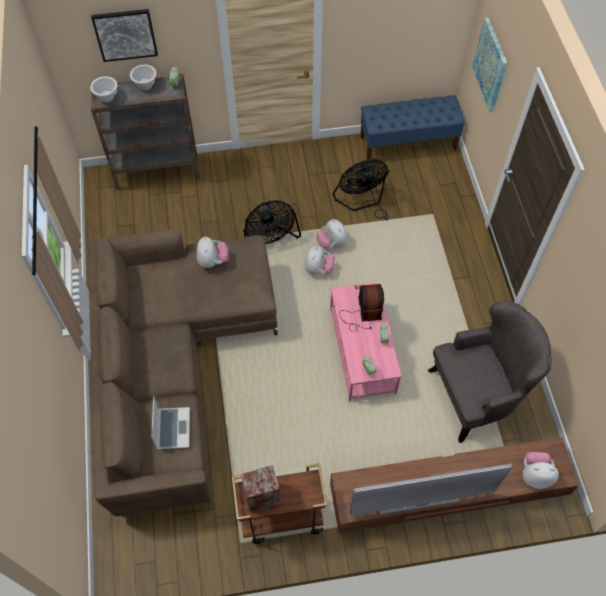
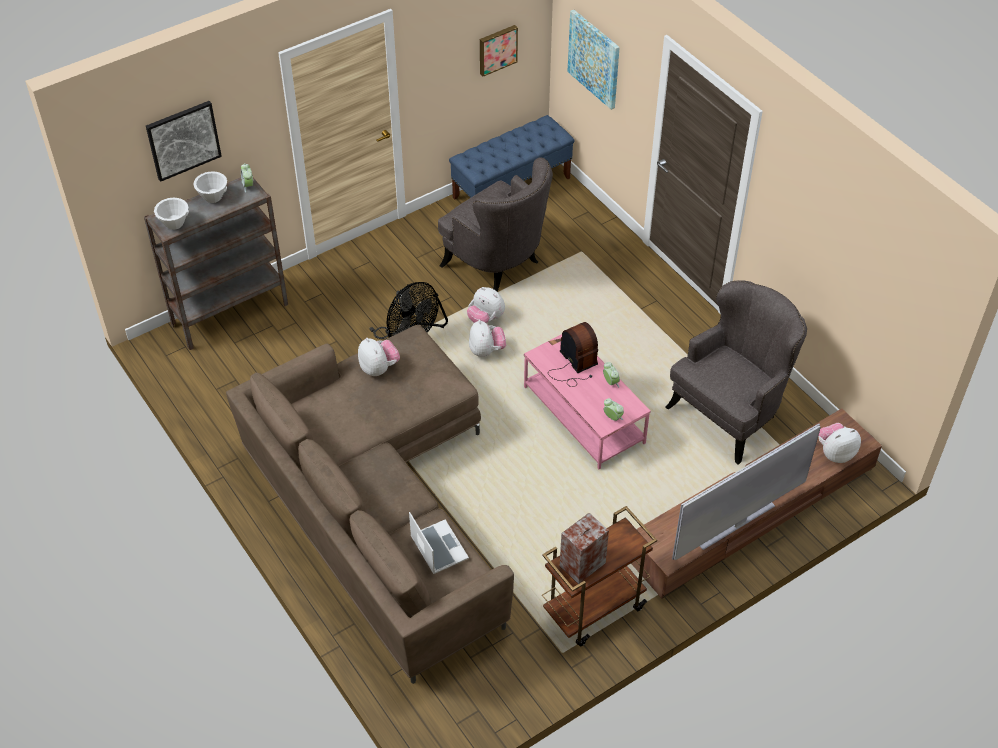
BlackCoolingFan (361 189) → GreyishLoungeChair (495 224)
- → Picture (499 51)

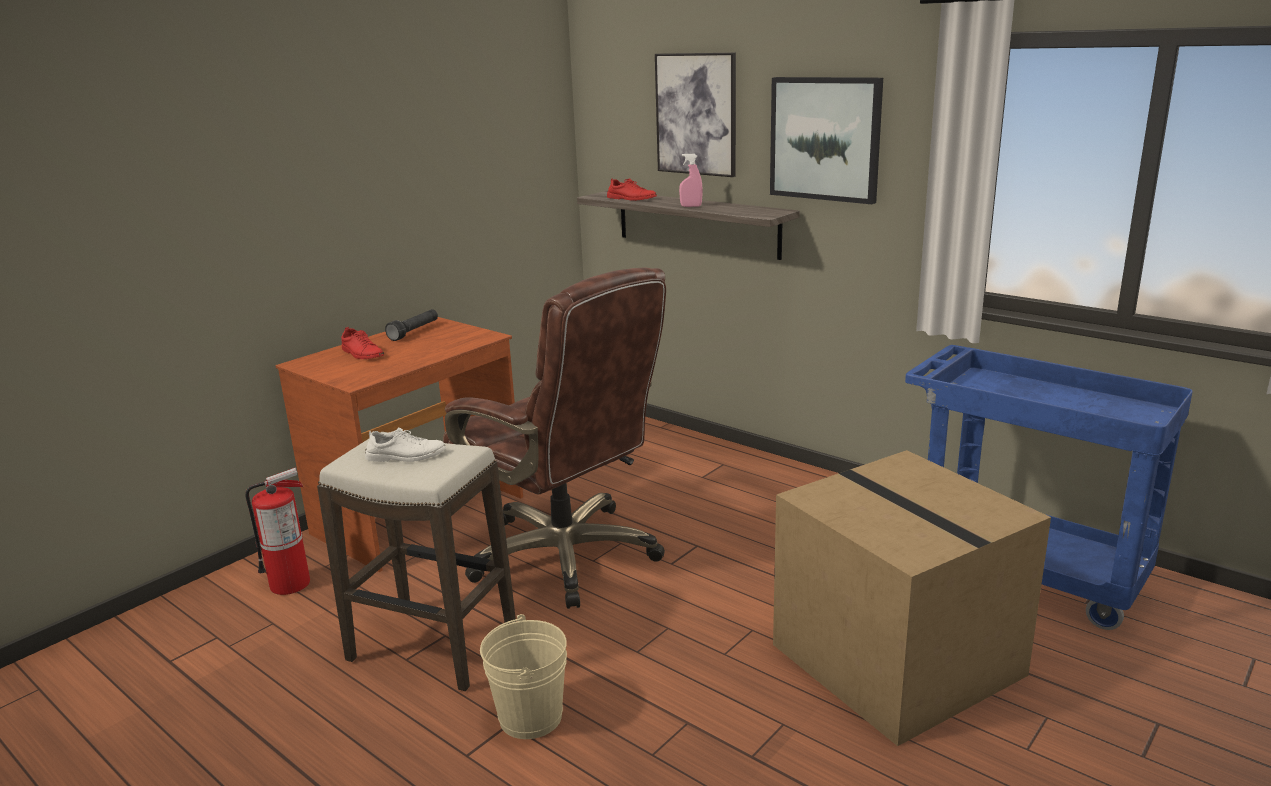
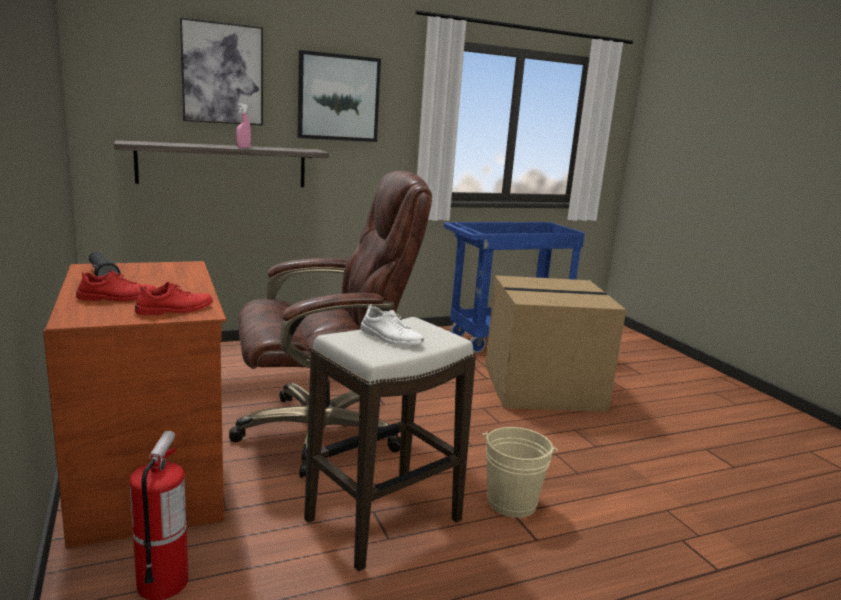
WhitishShoe (405 444) → WhitishShoe (392 325), 105 degrees clockwise
RedShoe (632 189) → RedShoe (174 298), shifted

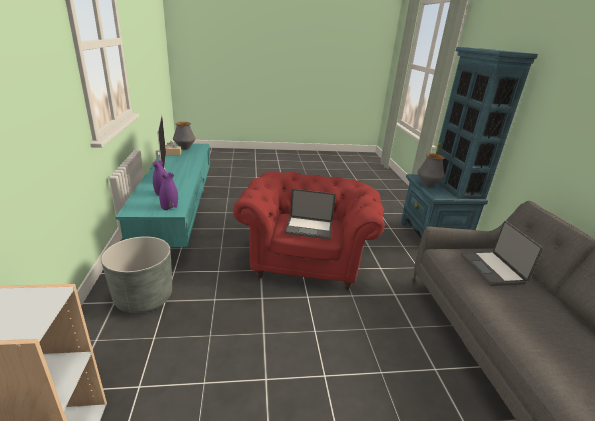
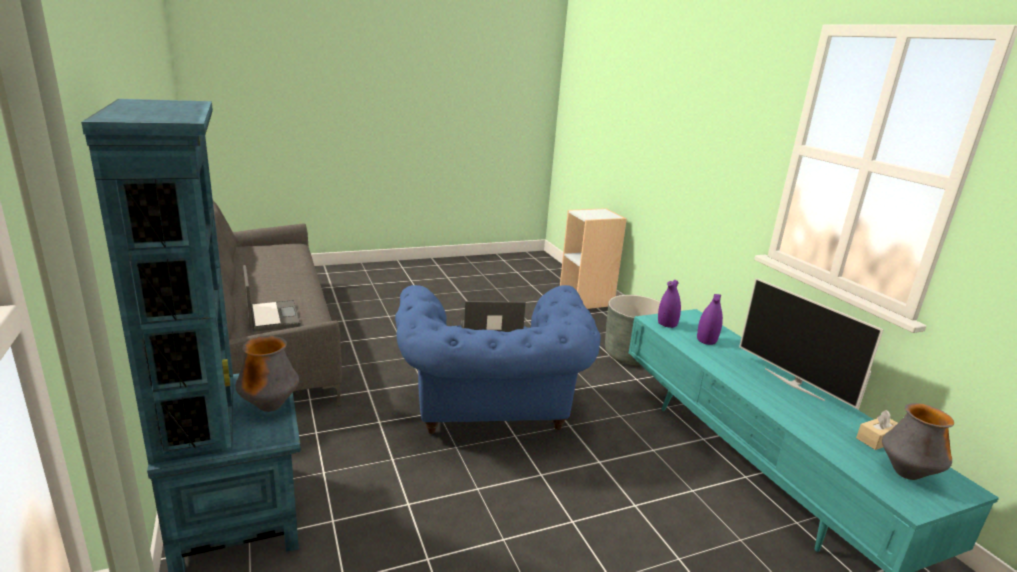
RedLoungeChair (309 230) → BlueLoungeChair (498 359)

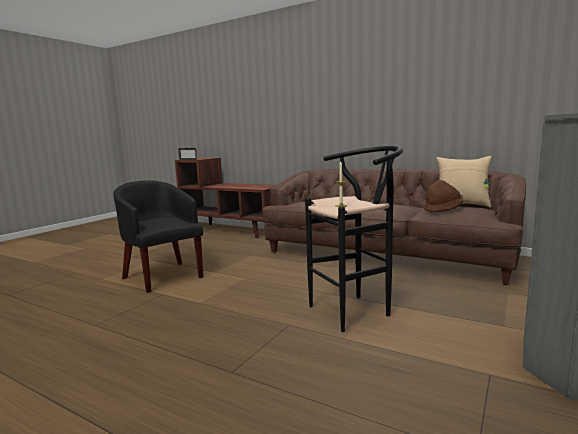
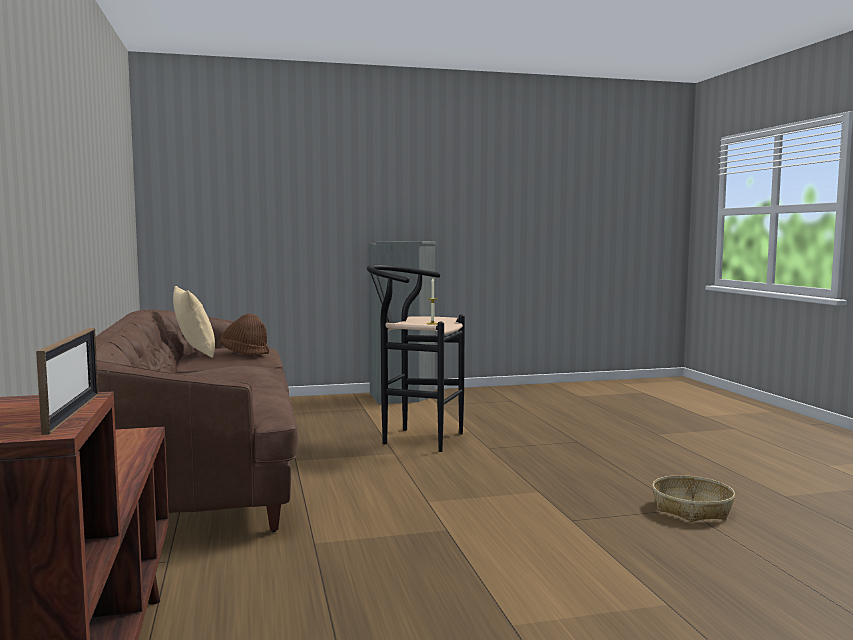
BlackLoungeChair (158 236) → -
- → Basket (693 498)

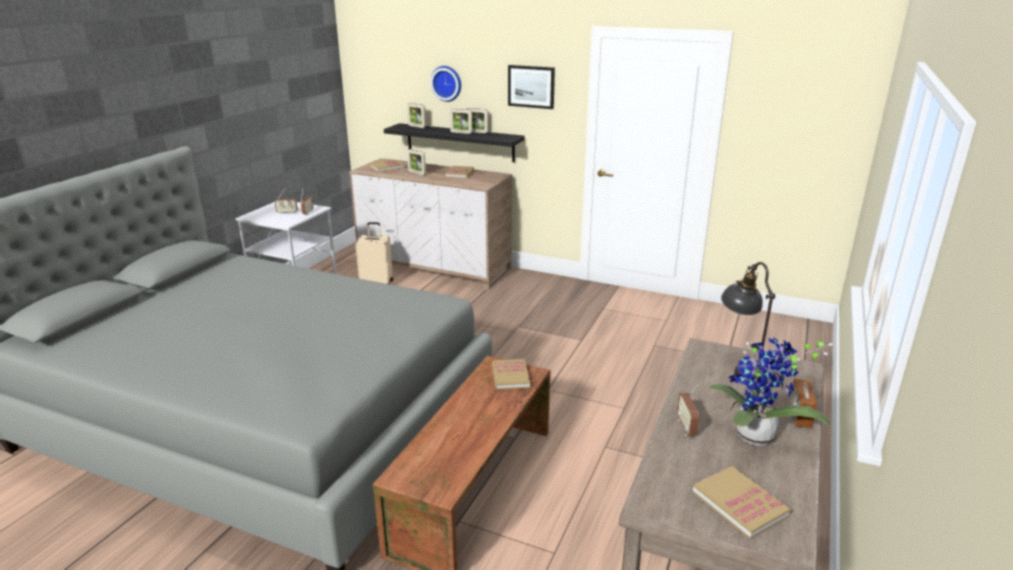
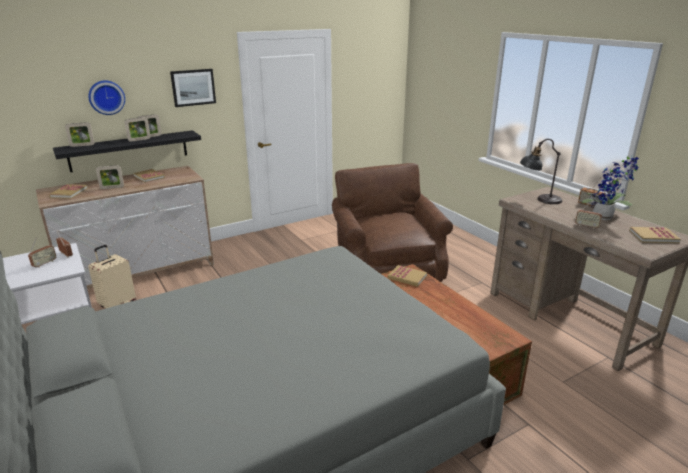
- → BrownColouredLoungeChair (392 222)

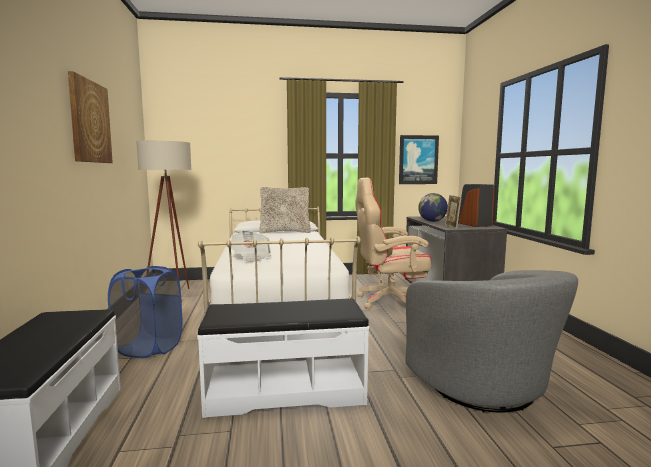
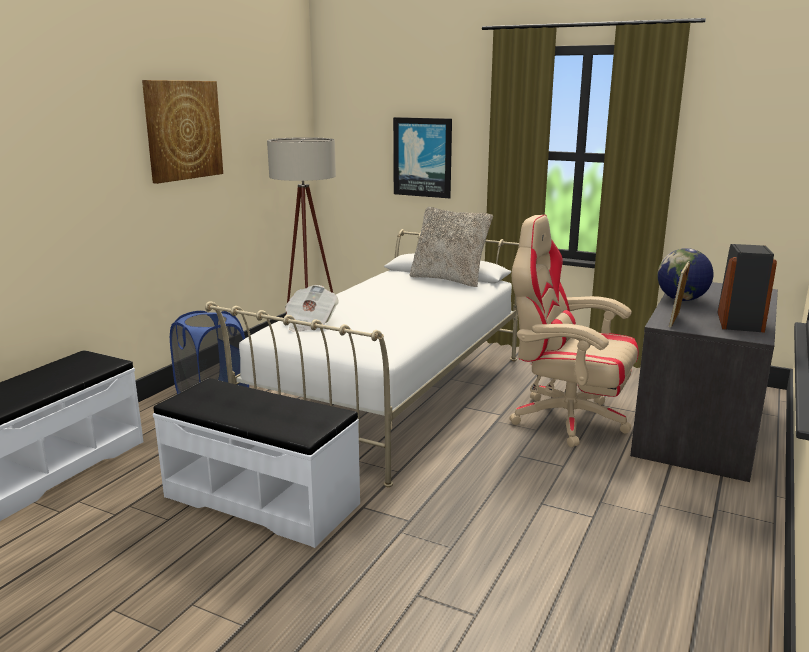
Picture (419 159) → Picture (422 157), shifted
GreyishLoungeChair (492 341) → -

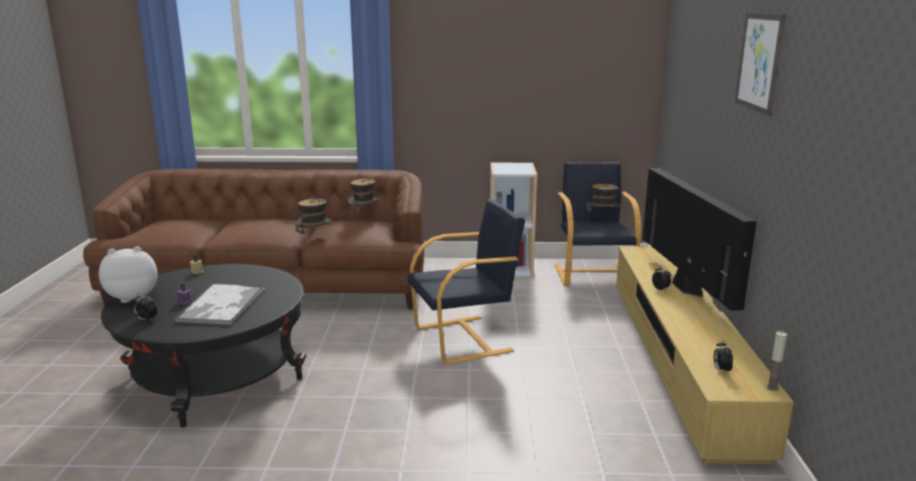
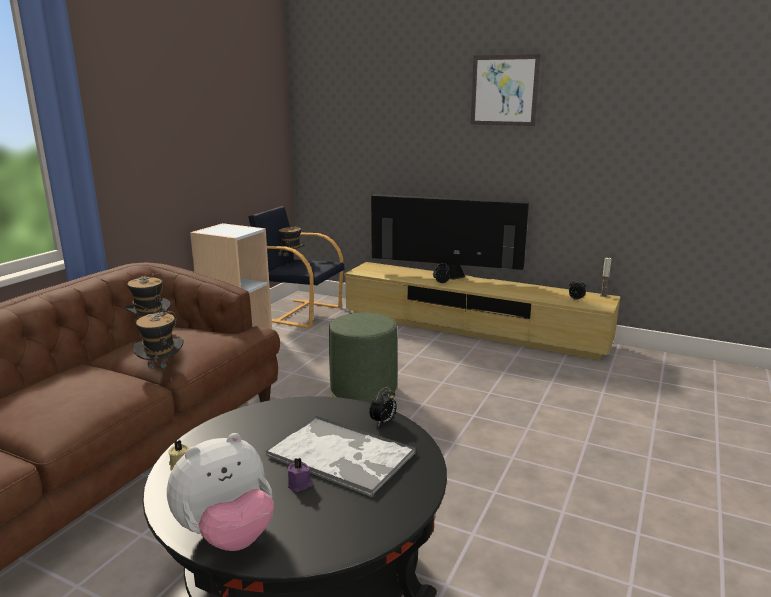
CuddlyToy (128 274) → CuddlyToy (220 492), 135 degrees counterclockwise
TableClock (145 307) → TableClock (383 406), shifted
BlackLoungeChair (467 282) → GreenColouredPouffe (363 358)

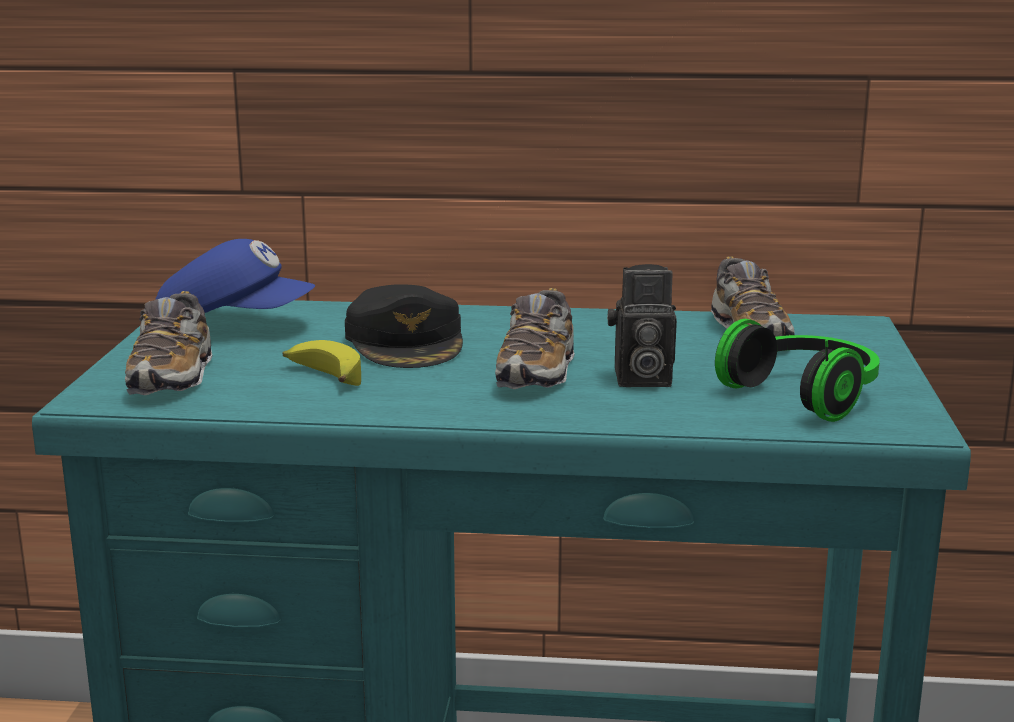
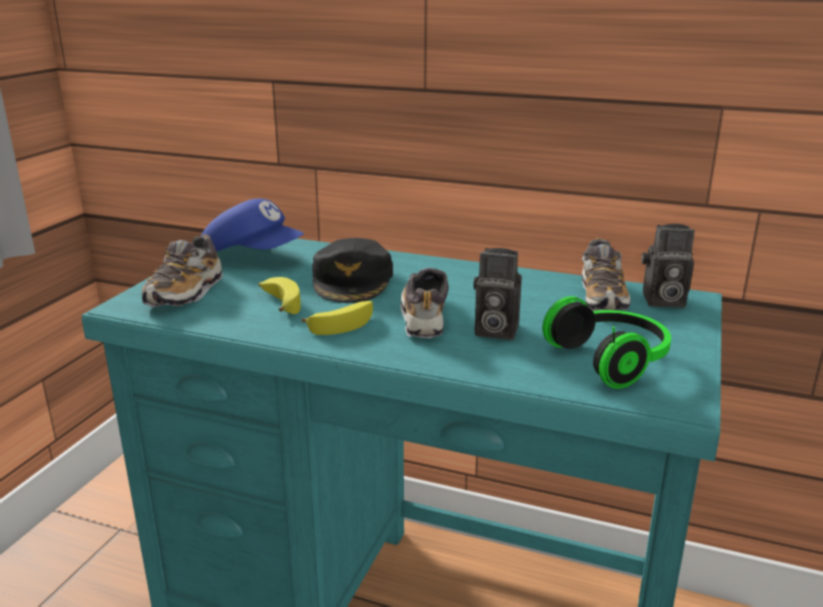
Shoe (535 338) → Shoe (424 303), 150 degrees clockwise
- → Banana (337 318)
- → PhotoCamera (668 266)

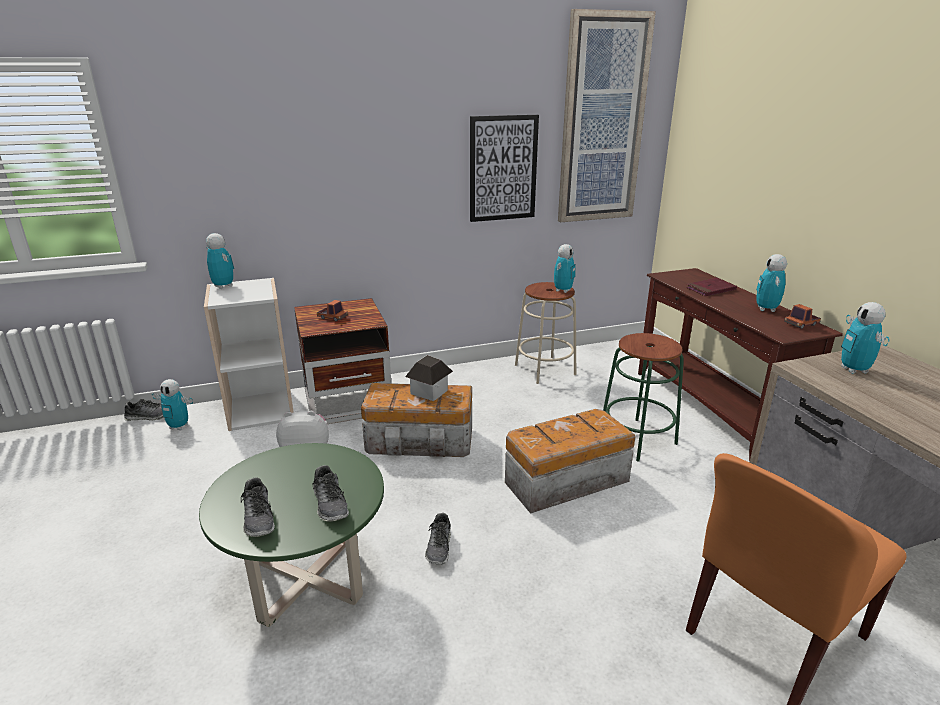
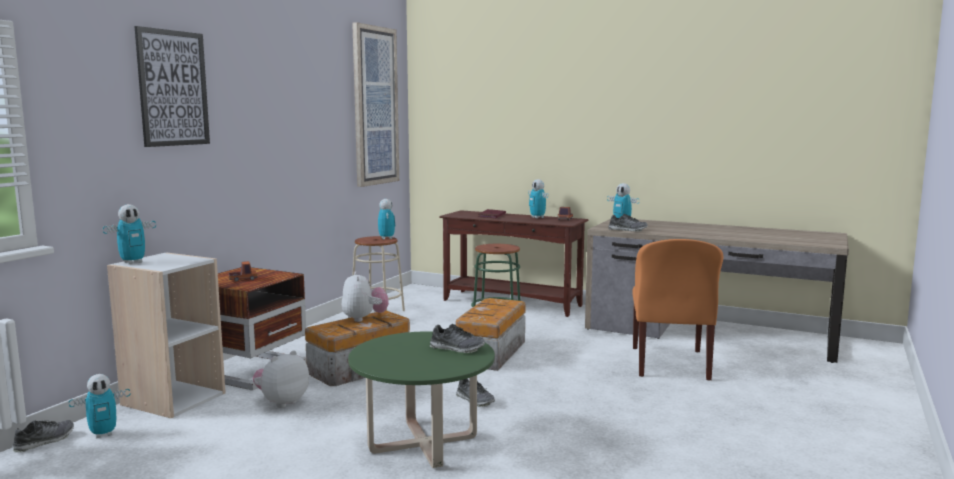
ModelRobot (220 261) → ModelRobot (129 234), 135 degrees clockwise
Shoe (258 507) → Shoe (628 223), shifted
ToyHouse (429 378) → CuddlyToy (365 296)
Picture (504 168) → Picture (172 86), shifted

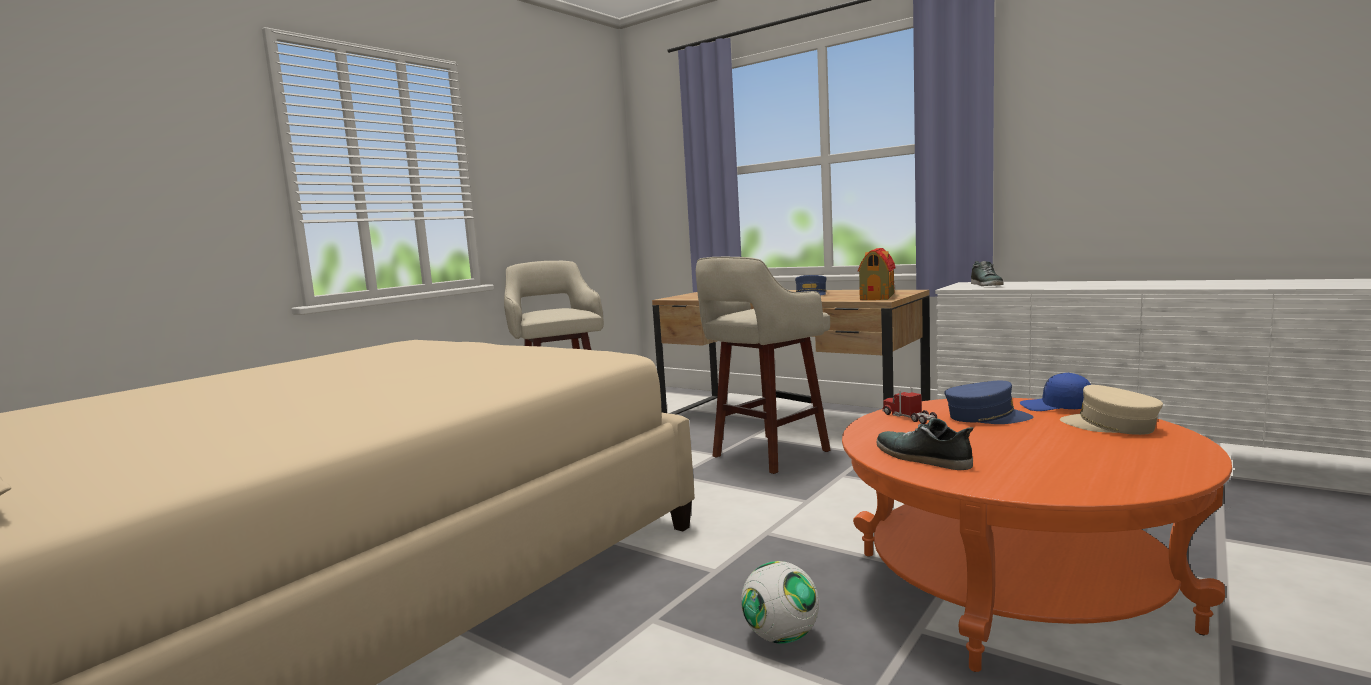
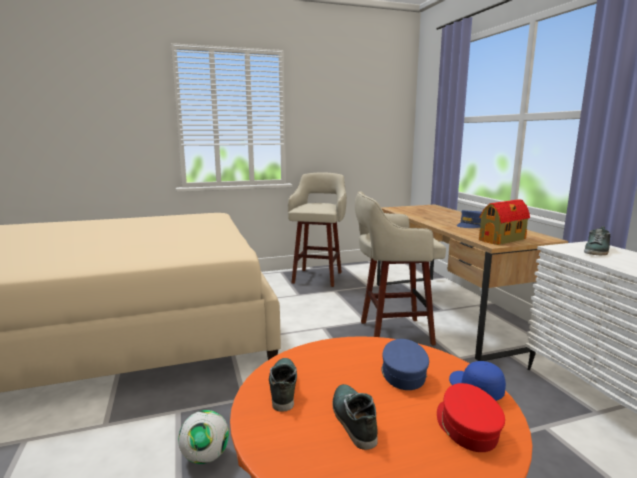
ModelTruck (910 405) → -
BlueCap (988 402) → BlueCap (405 364), 135 degrees counterclockwise
SandColouredCap (1111 410) → RedCap (471 417)
- → Shoe (355 417)

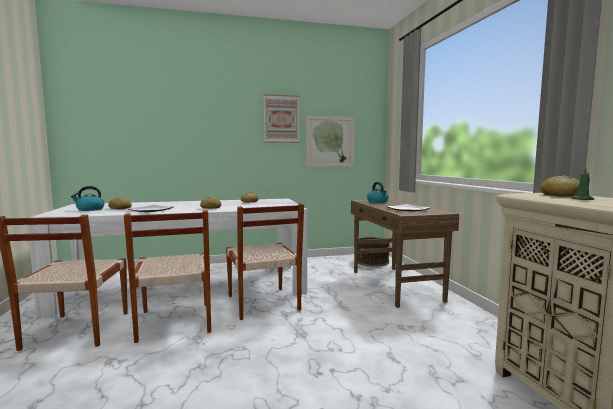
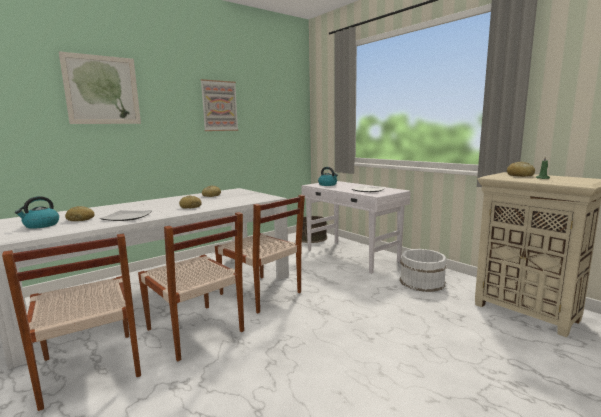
Picture (330 141) → Picture (100 87), shifted
BrownColouredNarrowTable (405 253) → WhitishNarrowTable (355 227)
- → WhitishPail (423 270)

